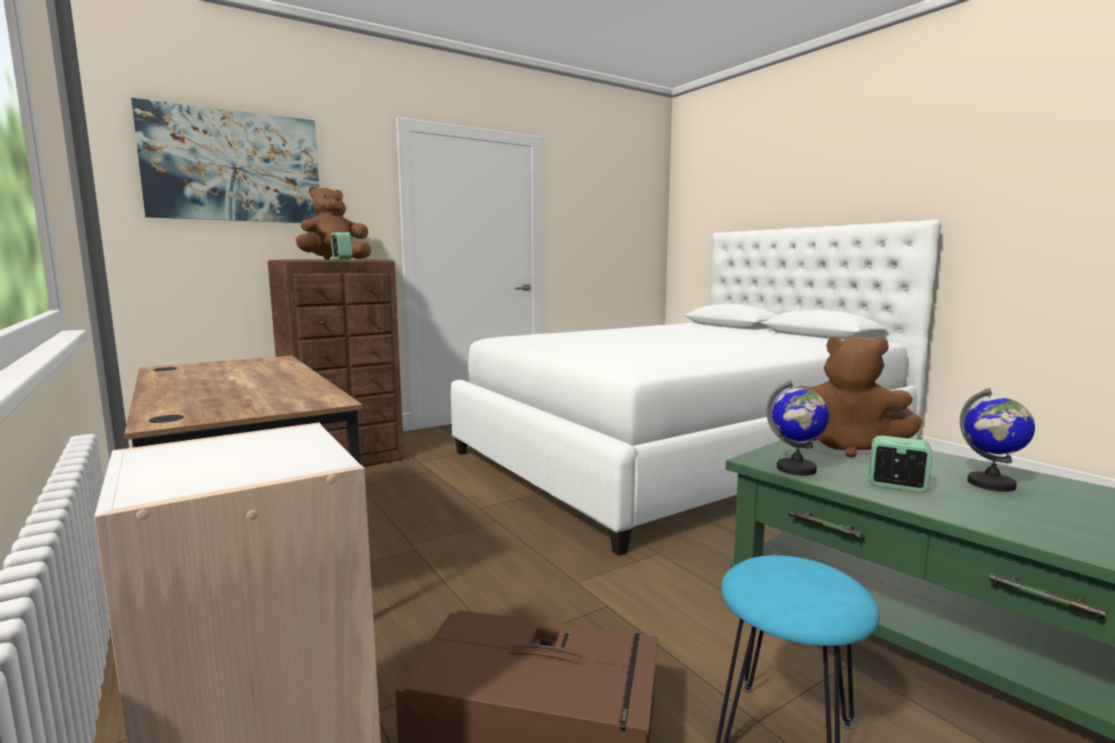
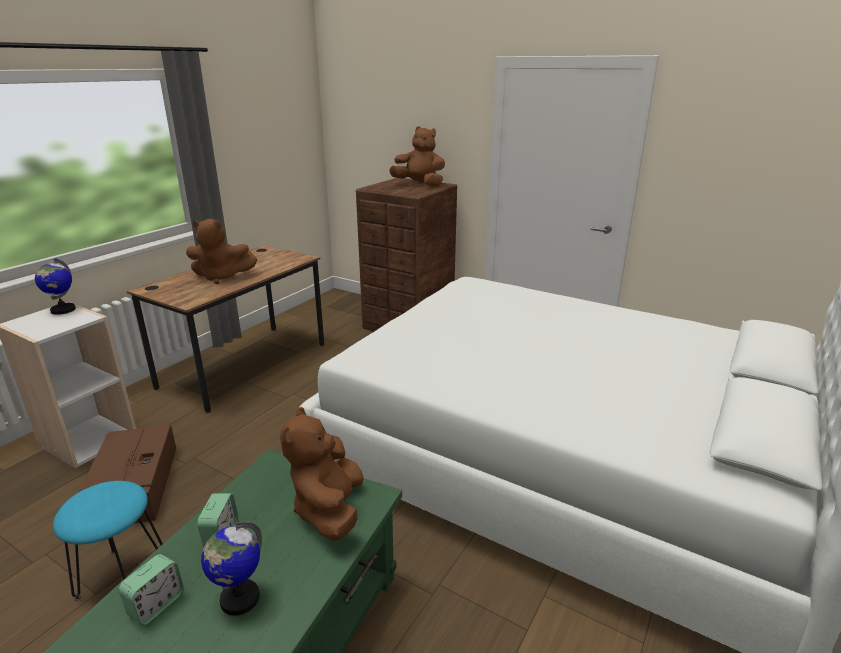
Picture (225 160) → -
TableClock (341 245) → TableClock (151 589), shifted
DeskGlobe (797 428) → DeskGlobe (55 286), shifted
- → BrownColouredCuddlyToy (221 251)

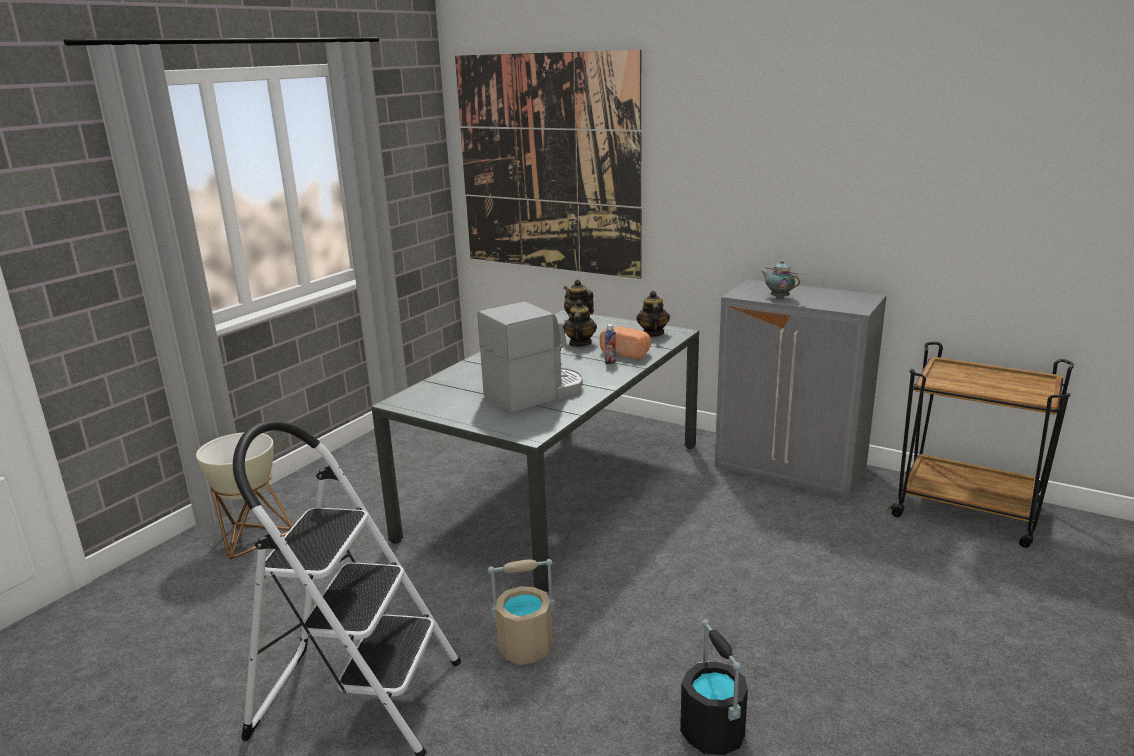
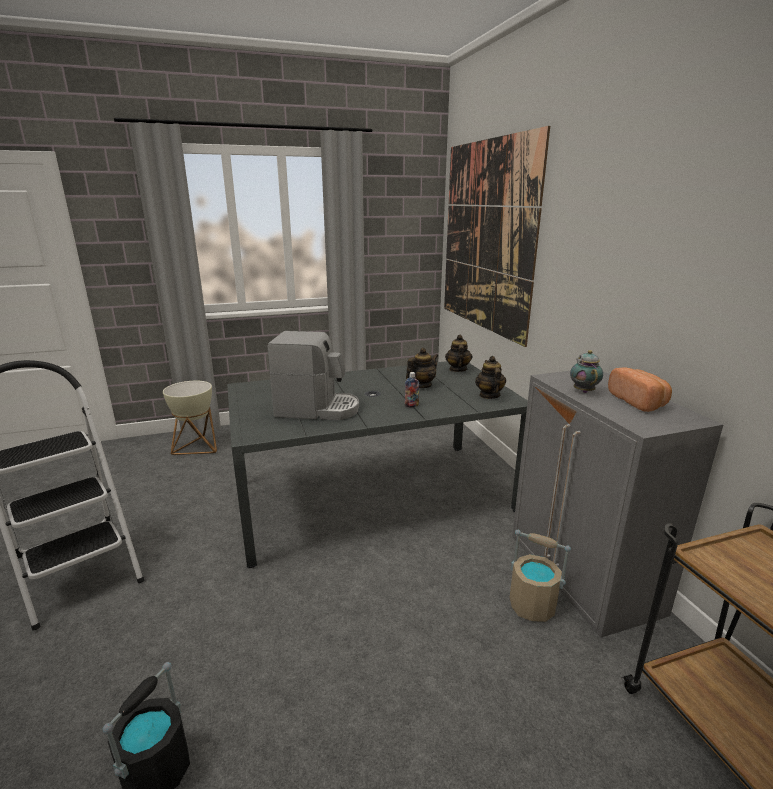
SandColouredPail (521 612) → SandColouredPail (540 576), shifted
BakedBread (625 343) → BakedBread (640 390), shifted
TeaPot (653 314) → TeaPot (490 377), 45 degrees counterclockwise

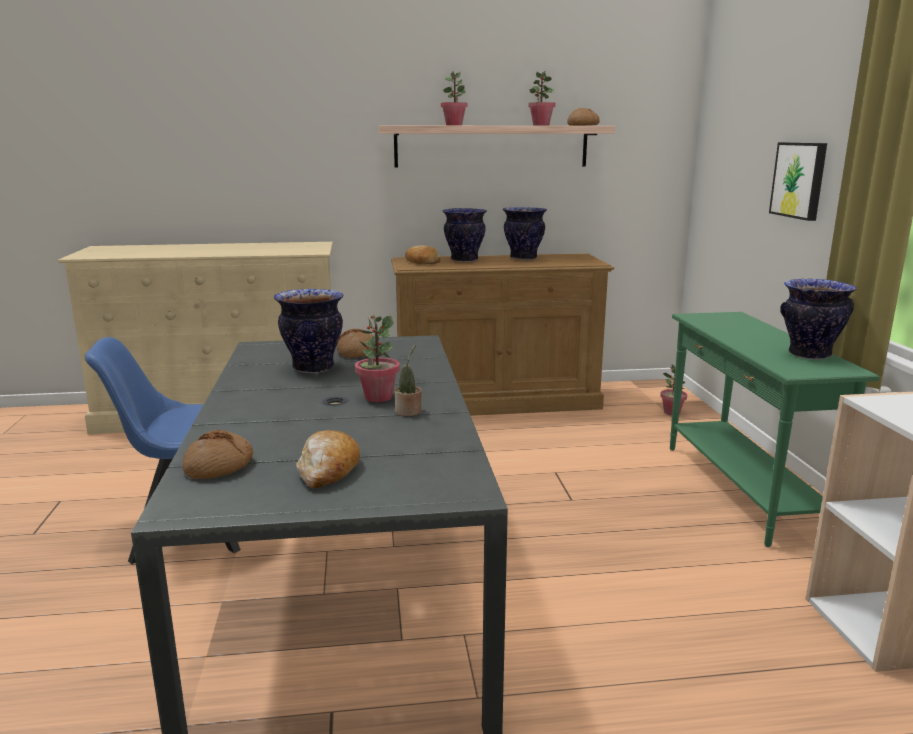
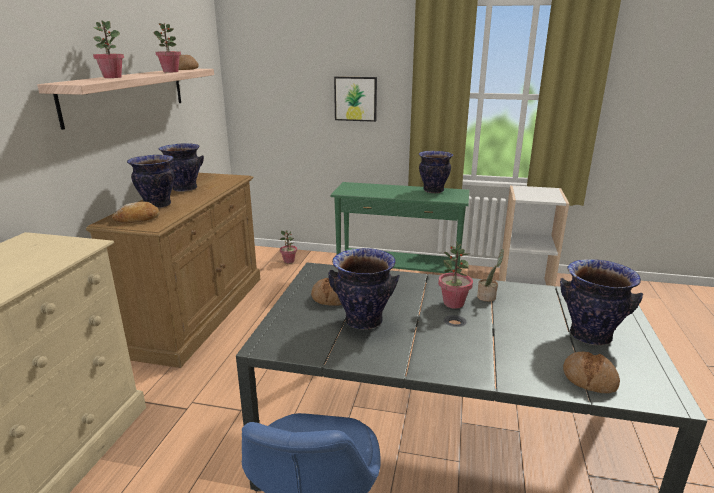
BakedBread (328 459) → Vase (601 302)

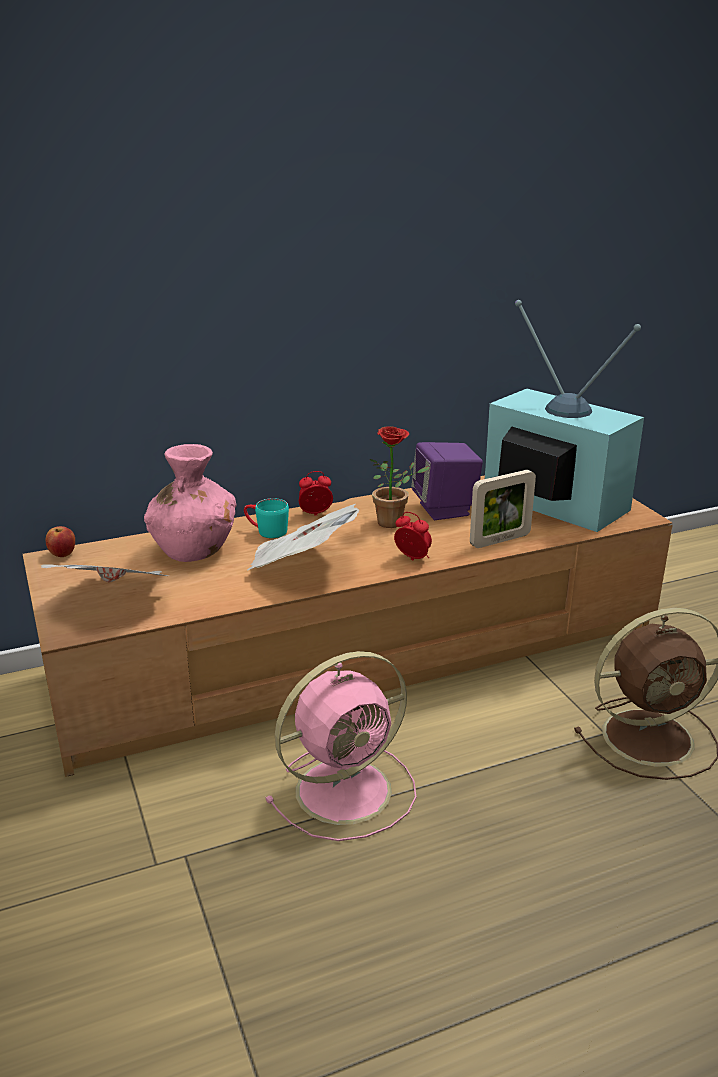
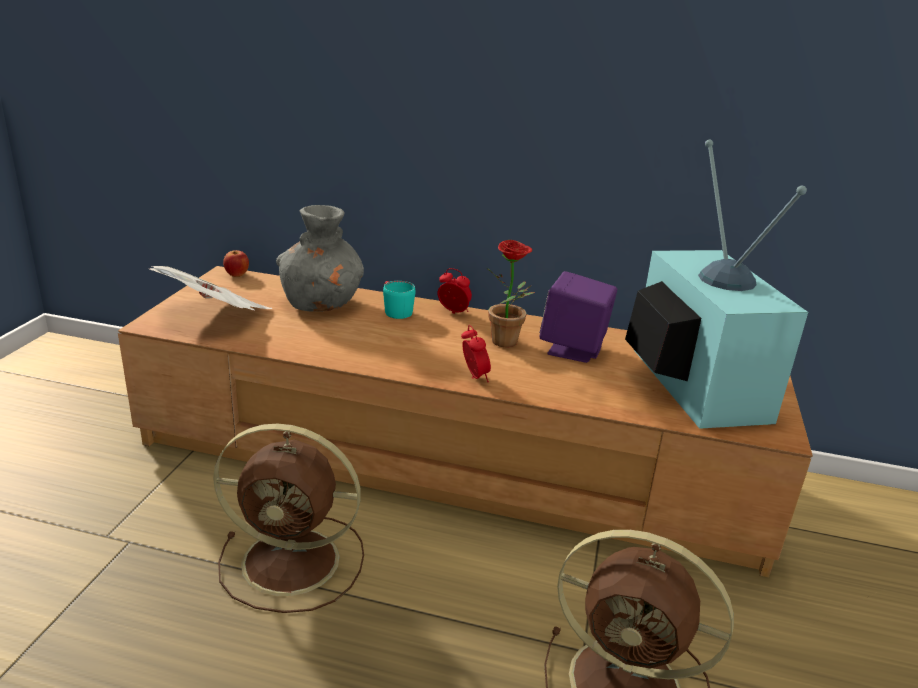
PinkVase (190 503) → GreyishVase (320 258)
DailyPaper (303 537) → -
PinkCoolingFan (340 746) → BrownColouredCoolingFan (288 518)
PhotoFrame (503 509) → -

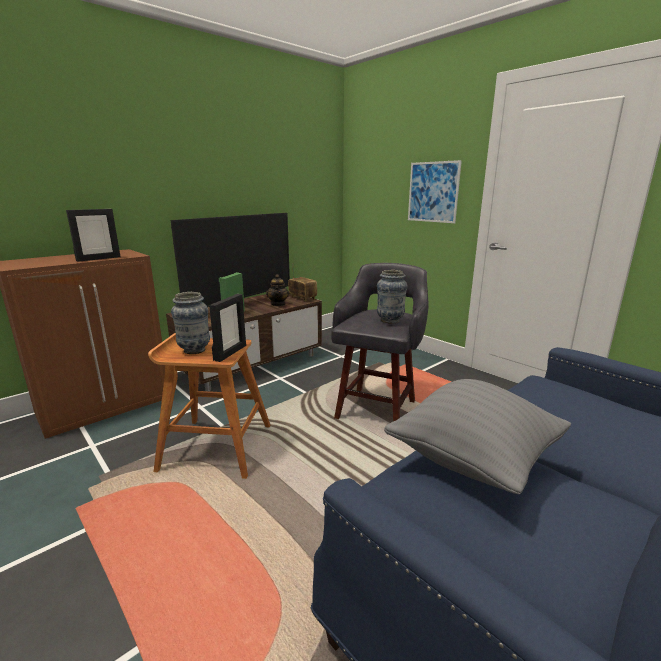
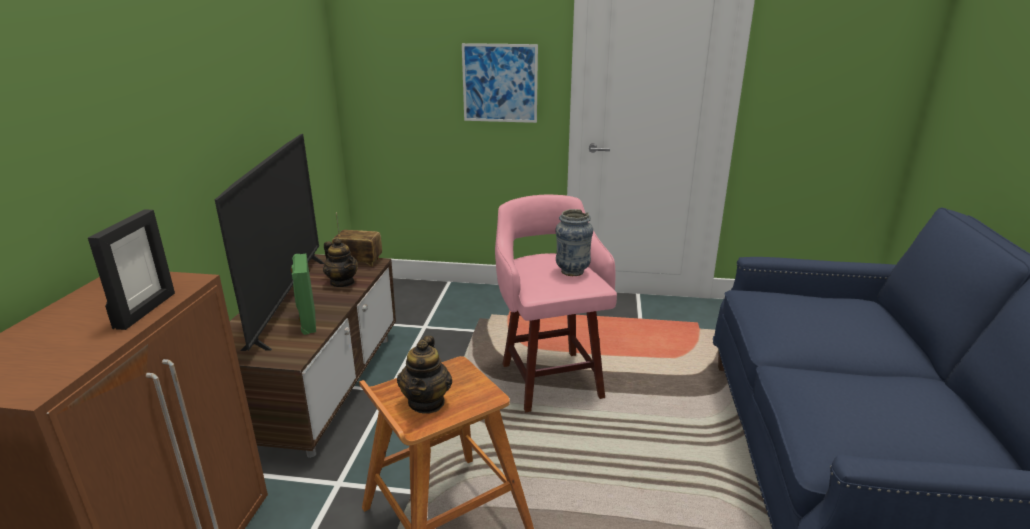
Vase (190 323) → TeaPot (424 375)
PhotoFrame (227 328) → -
GreyishSittingStool (380 342) → PinkSittingStool (556 303)
GreyishCushion (477 437) → -

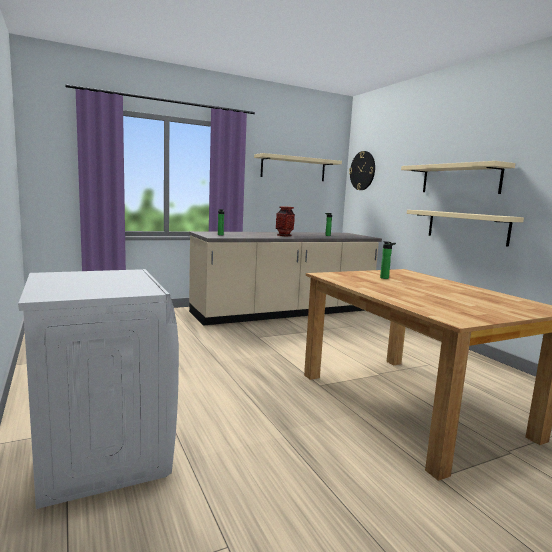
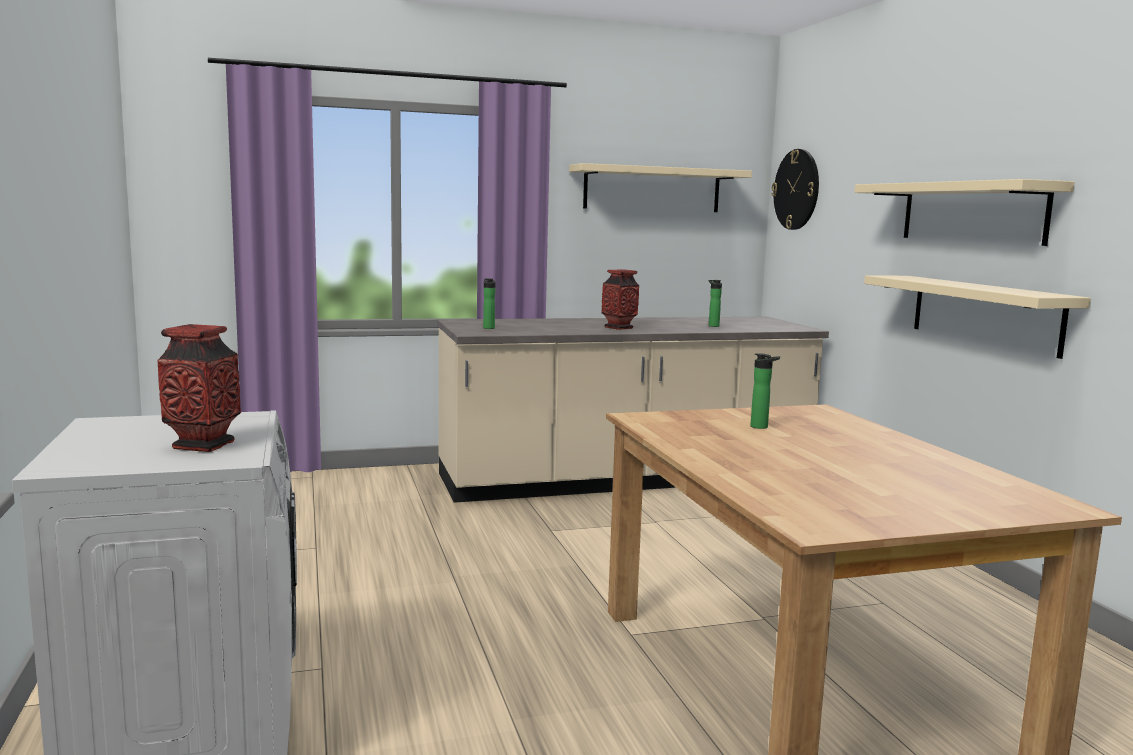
- → Vase (199 388)

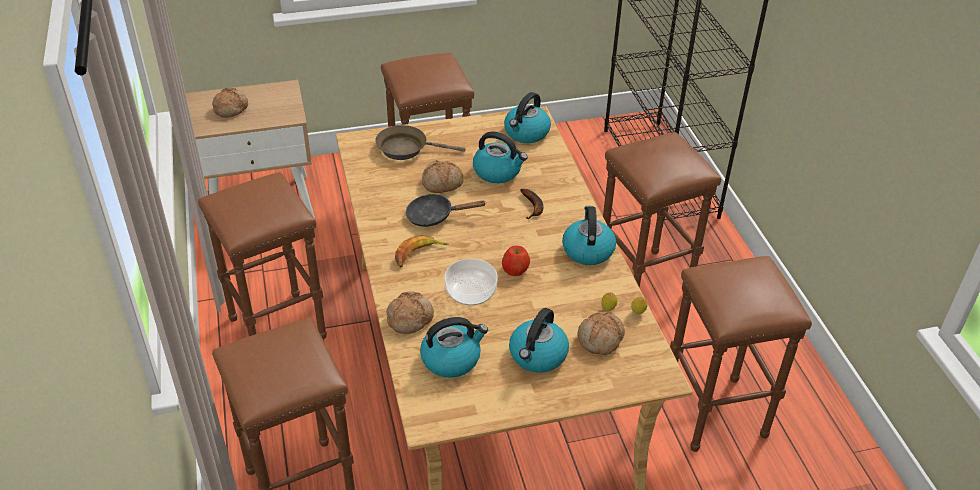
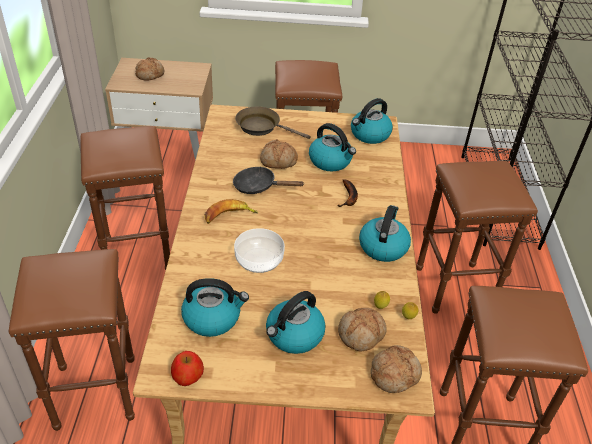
BakedBread (410 312) → BakedBread (396 369), shifted
Apple (516 261) → Apple (187 368), shifted

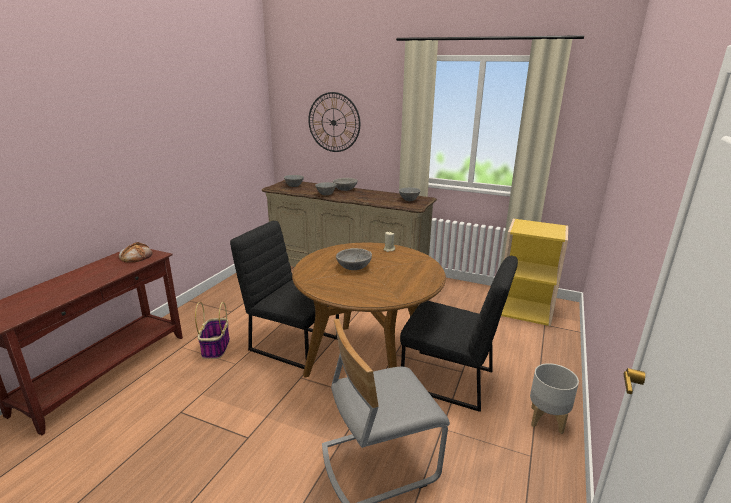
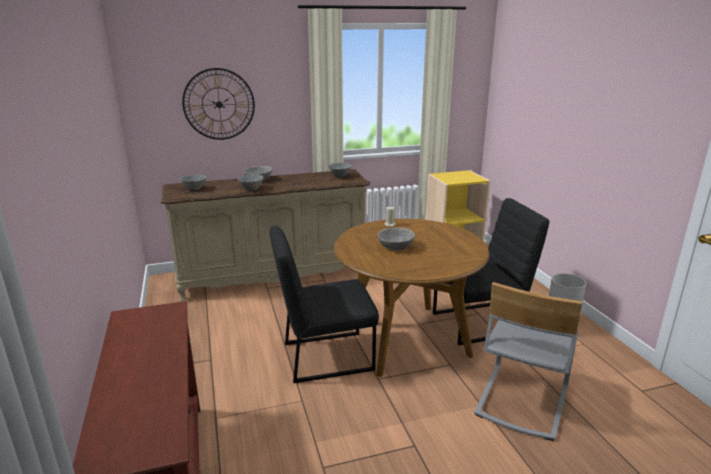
BakedBread (135 252) → -
Basket (212 330) → -

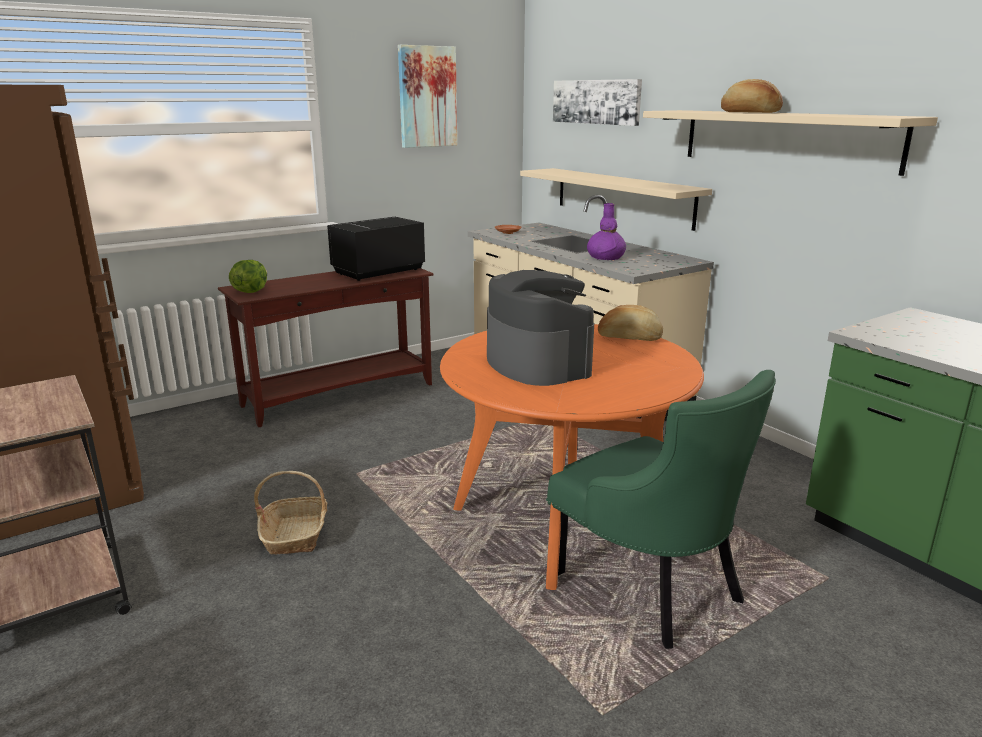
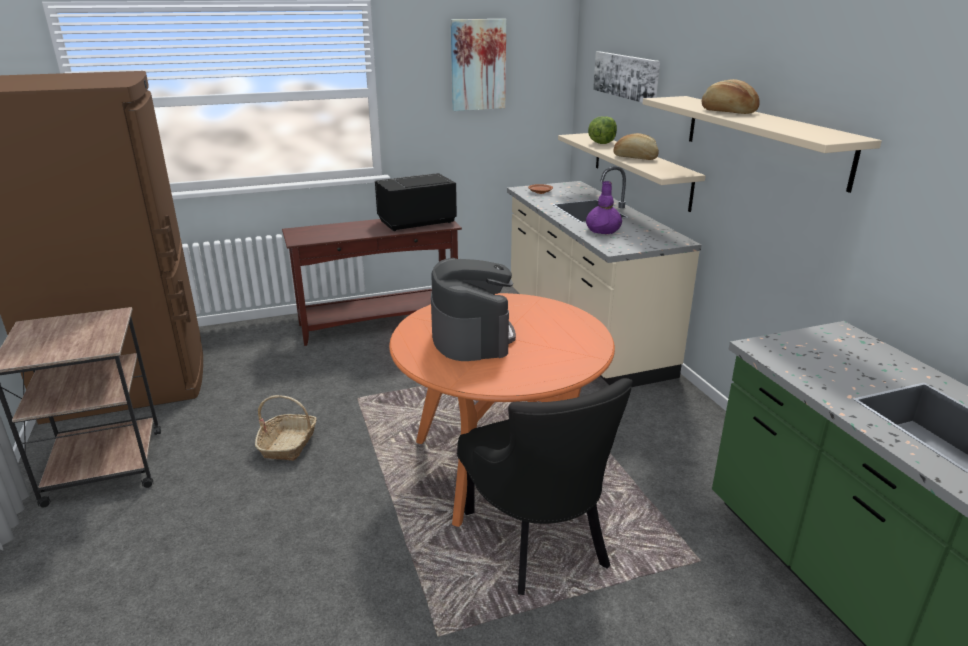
HeadOfLettuce (248 276) → HeadOfLettuce (602 130), shifted
GreenColouredChair (661 509) → BlackChair (545 486)
BakedBread (630 323) → BakedBread (636 146), shifted

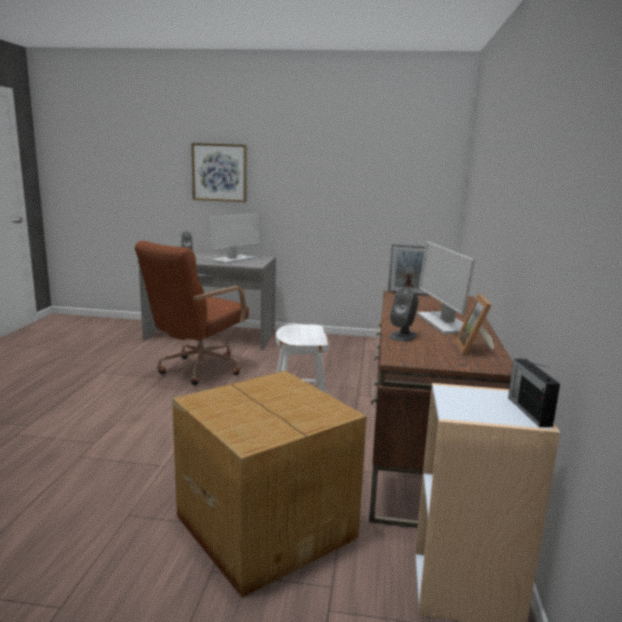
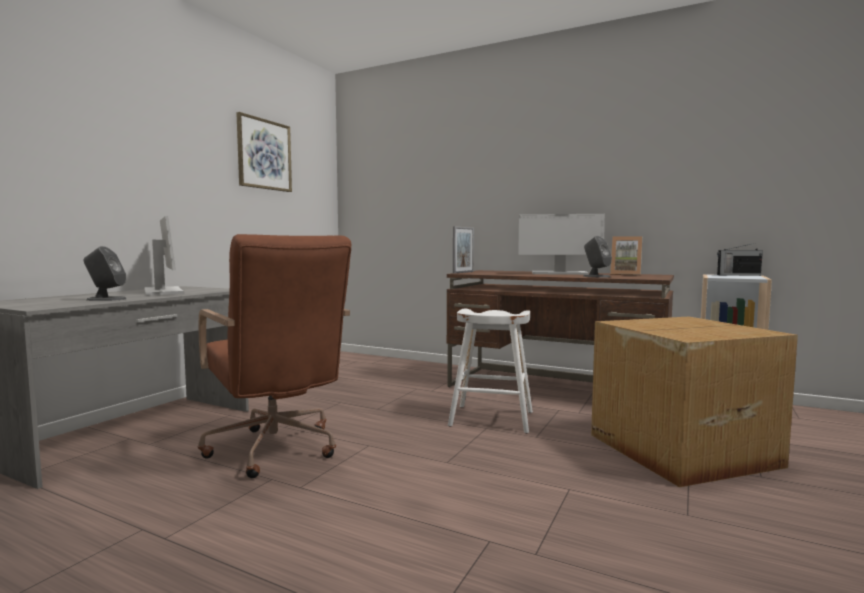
Picture (218 172) → Picture (264 152), shifted

